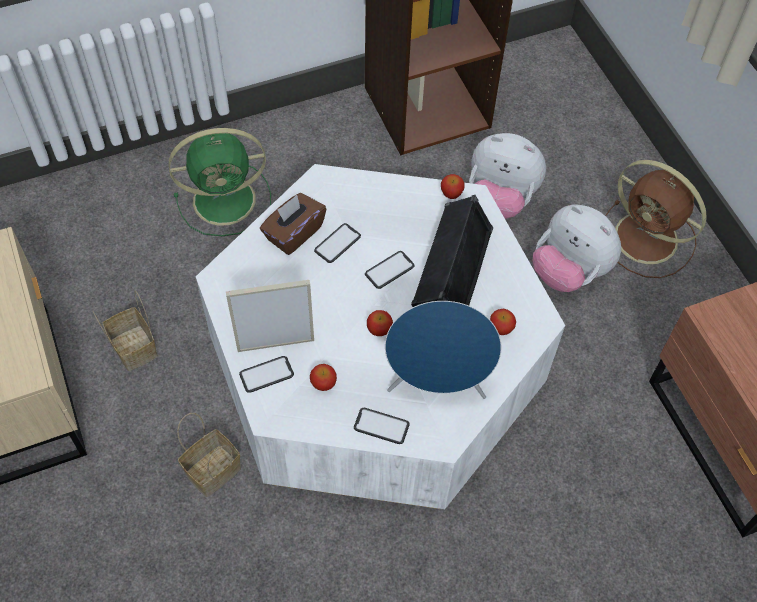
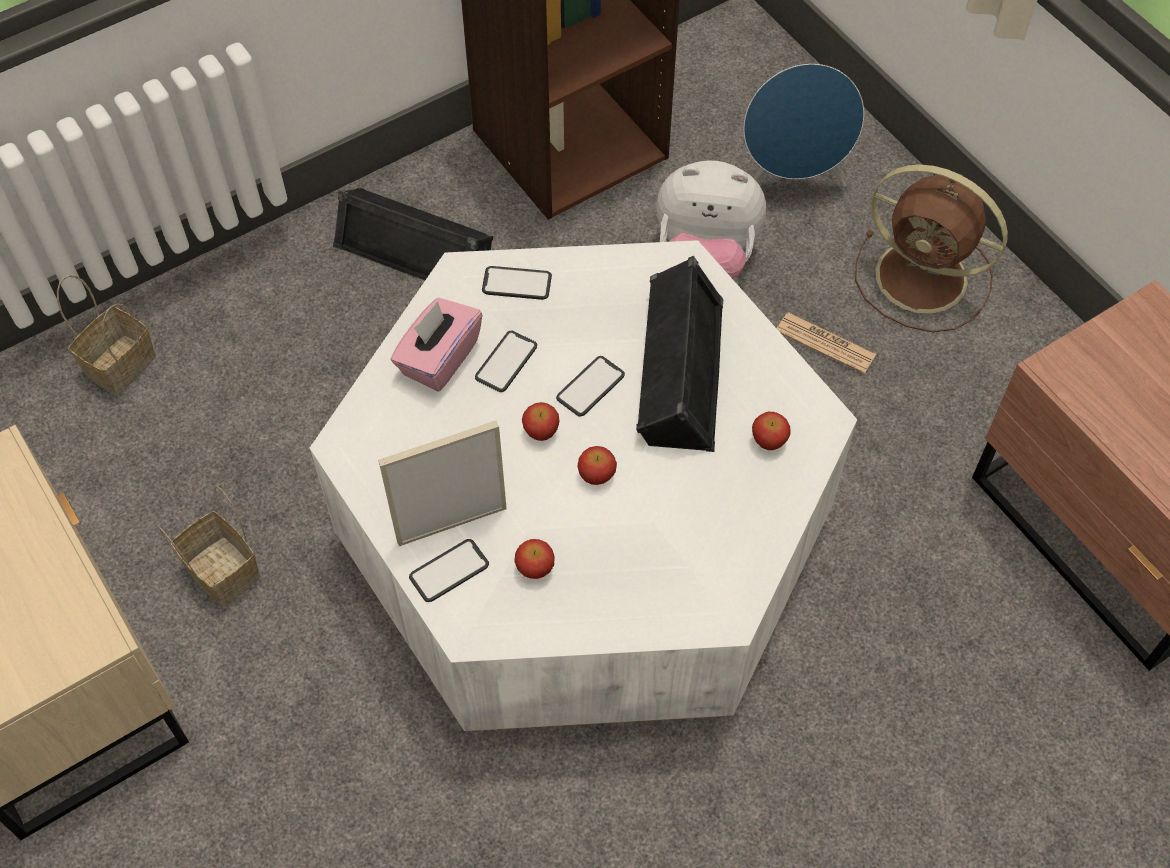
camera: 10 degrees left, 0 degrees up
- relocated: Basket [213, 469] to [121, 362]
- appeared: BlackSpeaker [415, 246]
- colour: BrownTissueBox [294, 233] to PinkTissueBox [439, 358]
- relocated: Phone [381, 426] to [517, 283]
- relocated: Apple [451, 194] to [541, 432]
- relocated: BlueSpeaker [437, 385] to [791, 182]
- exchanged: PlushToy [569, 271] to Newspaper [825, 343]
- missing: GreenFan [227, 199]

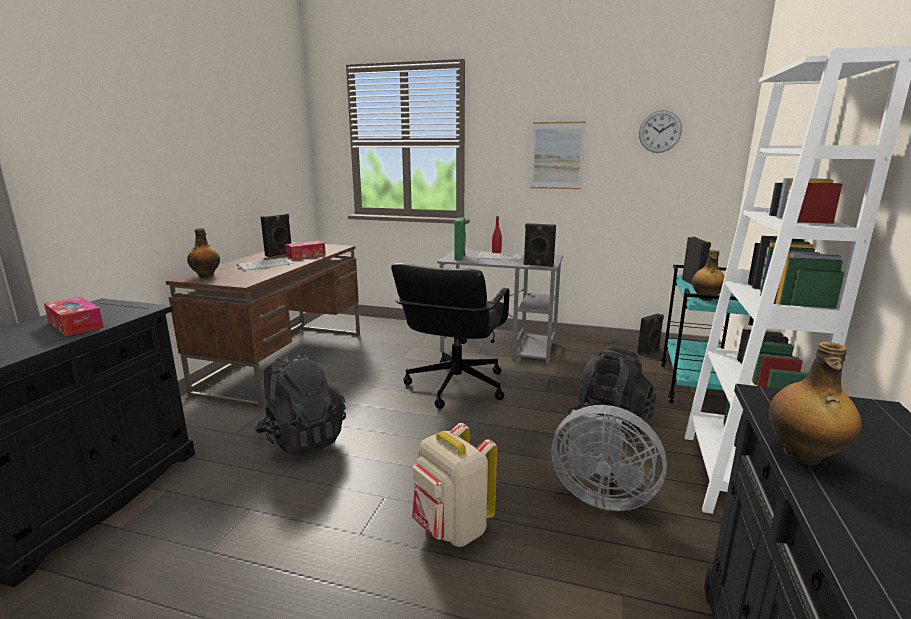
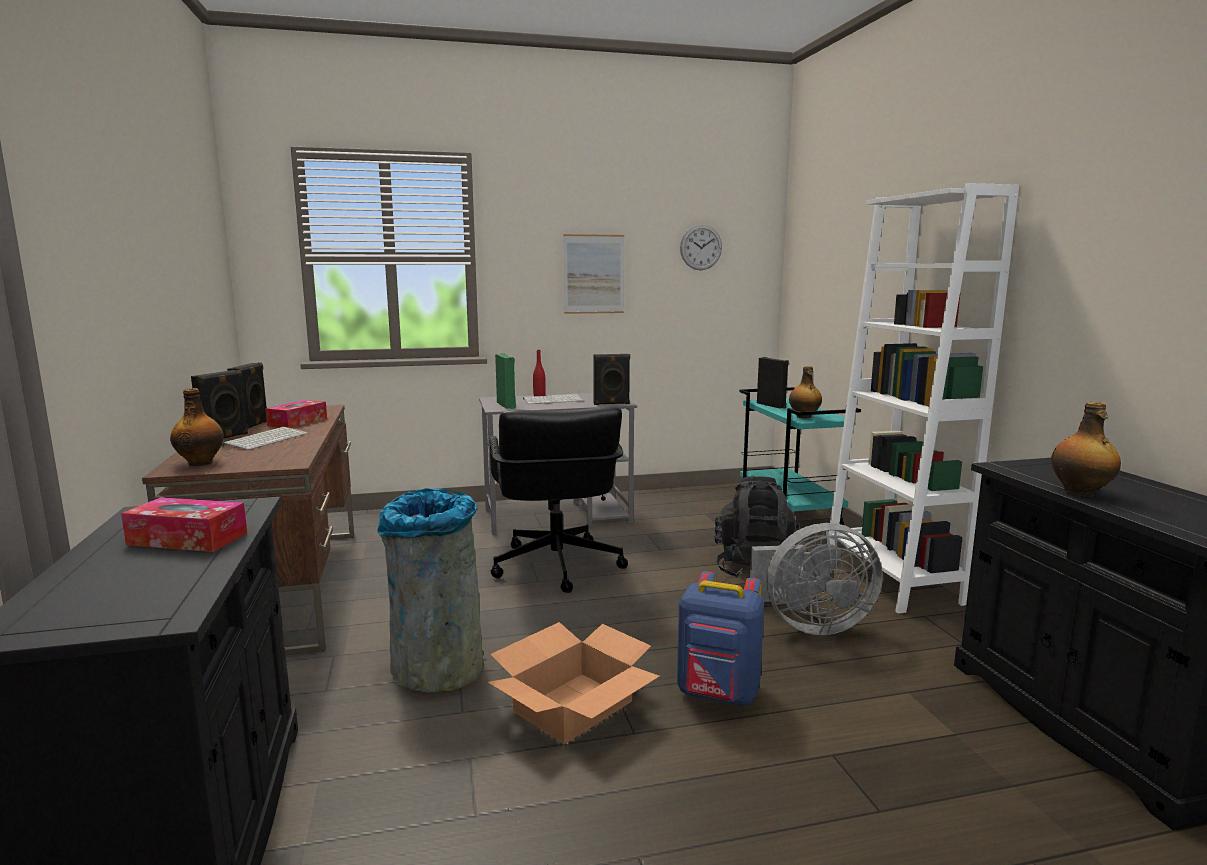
camera: 30 degrees left, 5 degrees down
- relocated: BlackSpeaker [649, 351] to [225, 438]
- exchanged: BlackBackpack [303, 439] to GreyTrashCan [437, 668]
- appeared: CardboardBox [573, 706]
- colour: BeigeBackpack [452, 529] to BlueBackpack [718, 695]

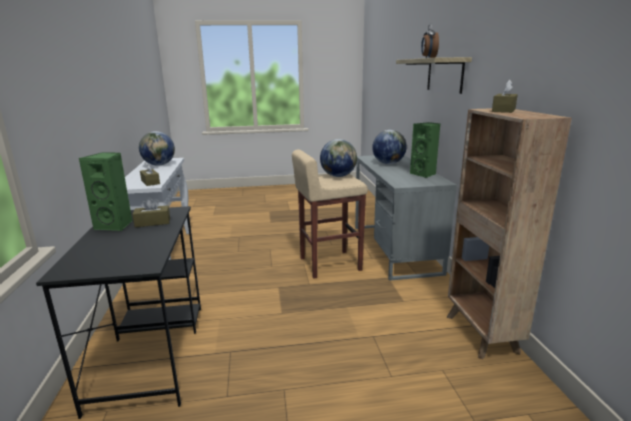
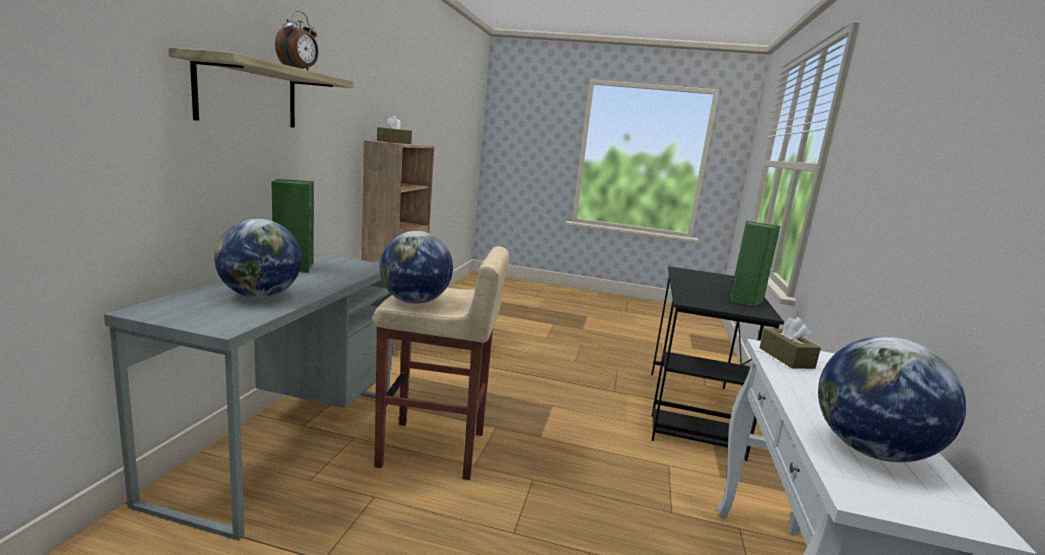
camera: 160 degrees left, 5 degrees down
- missing: BrownTissueBox [153, 222]

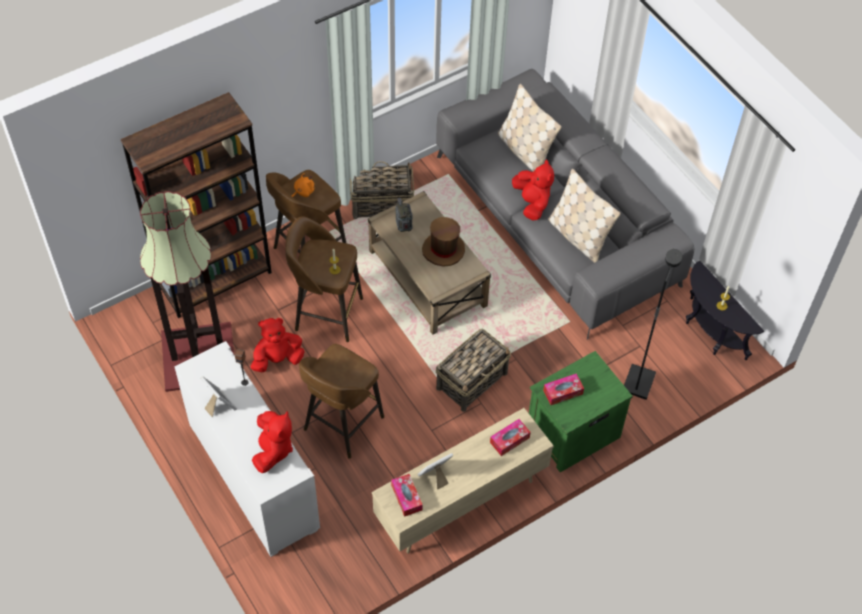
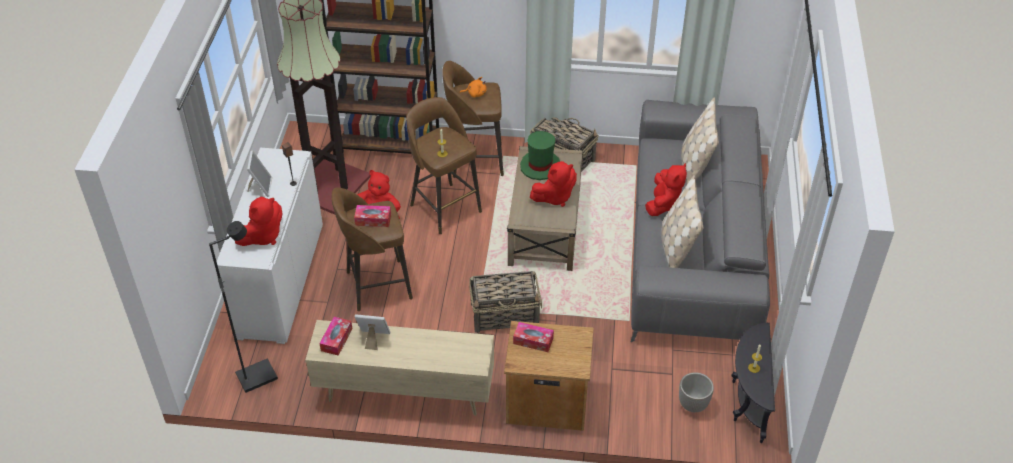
camera: 40 degrees right, 10 degrees down
- relocated: BlackFloorLamp [637, 382] to [257, 376]
- relocated: TissueBox [509, 440] to [373, 220]
- colour: GreenNightstand [571, 432] to BrownNightstand [546, 401]
- exchanged: Radio [404, 227] to GreenHat [540, 166]
- exchanged: BrownHat [443, 250] to RedPlushToy [554, 197]
- appeared: Planter [693, 405]

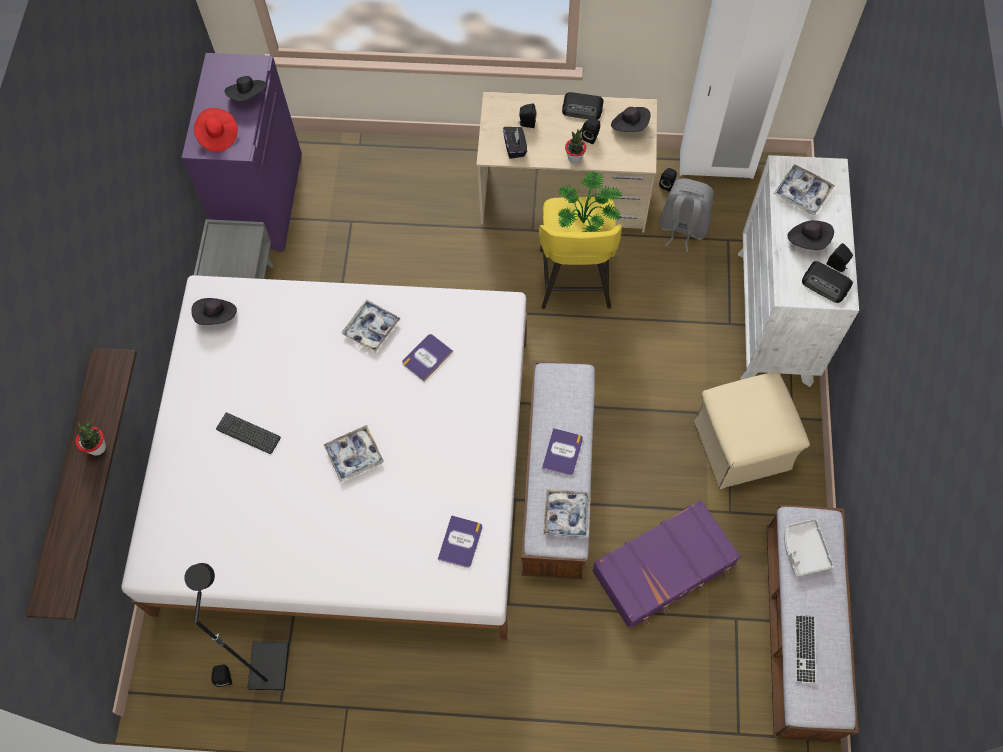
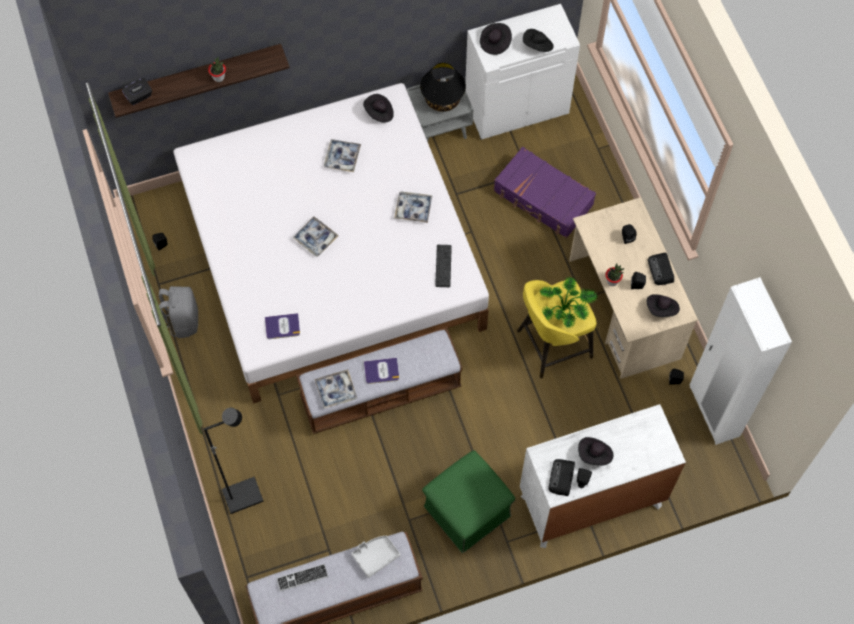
camera: 65 degrees right, 0 degrees up
- relocated: BlackTissueBox [515, 148] to [139, 96]
- relocated: GreyBackpack [682, 228] to [182, 321]
- relocated: BlackFloorLamp [268, 665] to [243, 495]
- relocated: Tray [802, 193] to [342, 158]
- appeared: BlackTableLamp [442, 99]
- colour: BeigeOttoman [742, 446] to GreenOttoman [466, 512]
- relocated: Keyboard [248, 433] to [443, 266]
- colour: PurpleCabinet [262, 200] to WhiteCabinet [516, 106]
- colour: RedHat [218, 136] to BlackHat [495, 43]
- relocated: PurpleSuitcase [664, 569] to [543, 198]
- missing: Book [427, 357]

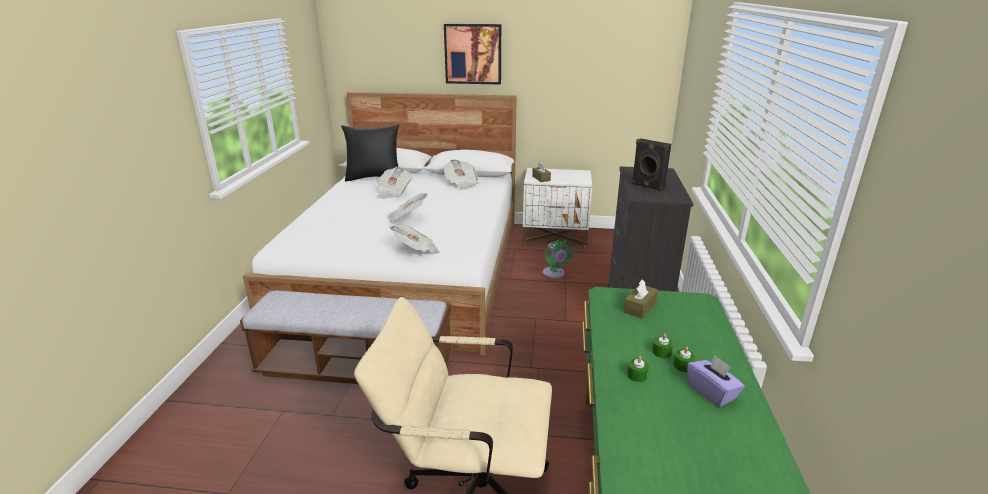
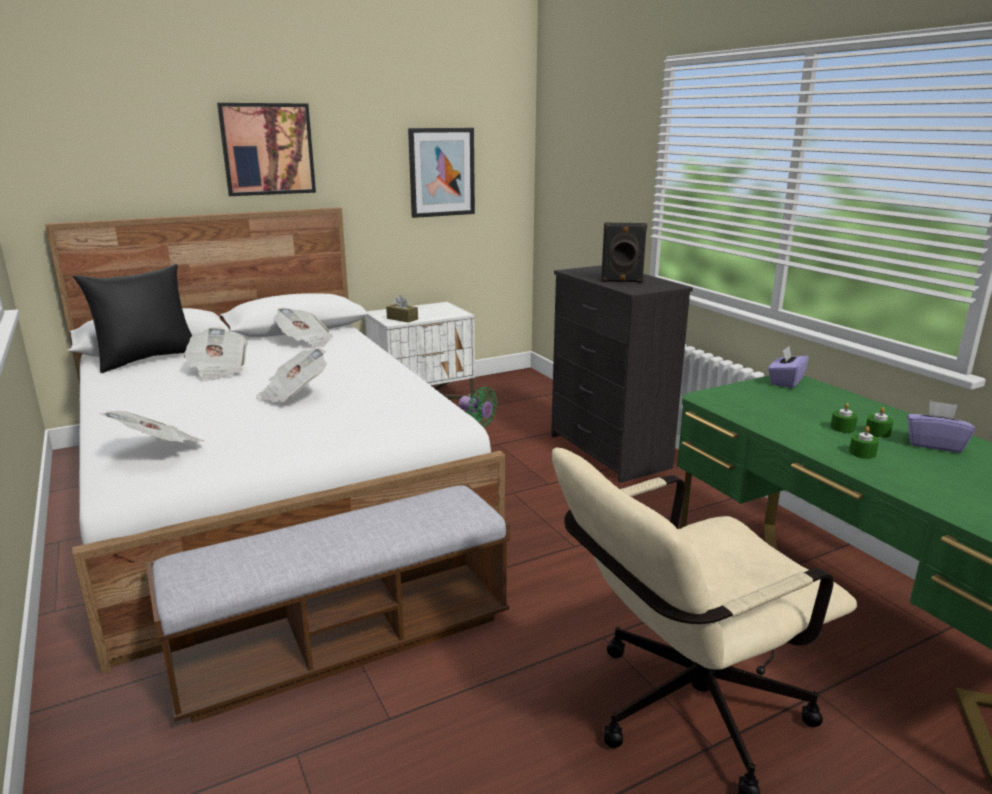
camera: 35 degrees left, 5 degrees down
- relocated: Newspaper [416, 250] to [158, 448]
- appeared: Picture [441, 172]
- appeared: PurpleTissueBox [785, 382]
- missing: BrownTissueBox [639, 307]

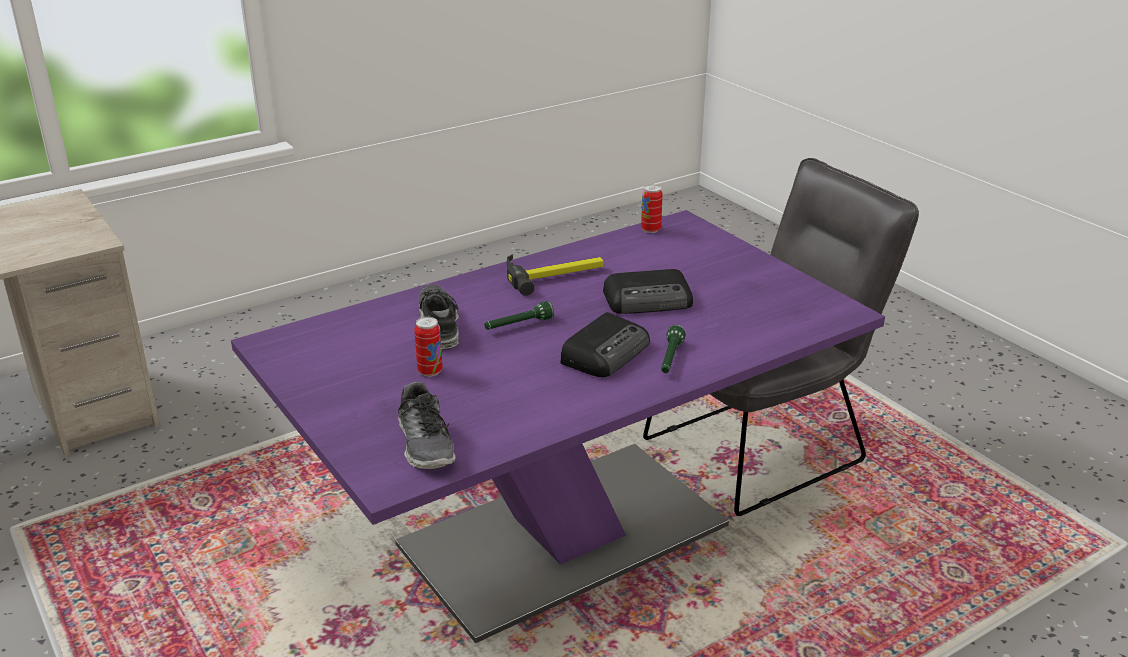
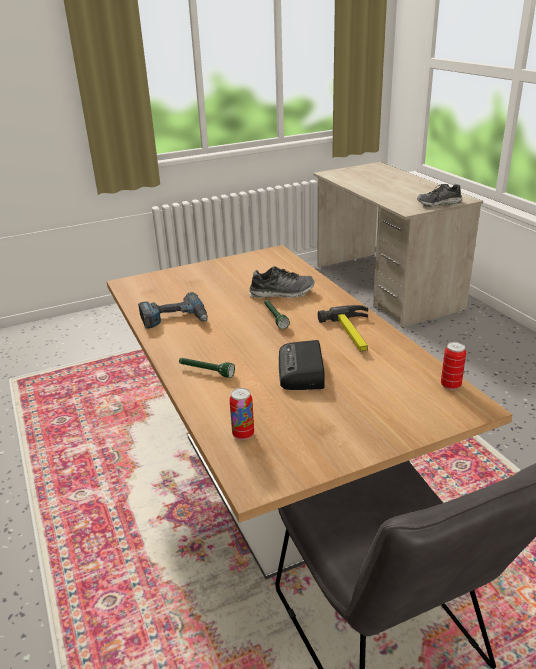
camera: 100 degrees right, 0 degrees up
- colour: PurpleDiningTable [564, 536] to BrownDiningTable [274, 481]
- appeared: PowerDrill [174, 319]
- relocated: Can [430, 371] to [243, 434]
- relocated: Shoe [426, 444] to [438, 203]
- missing: Radio [606, 352]

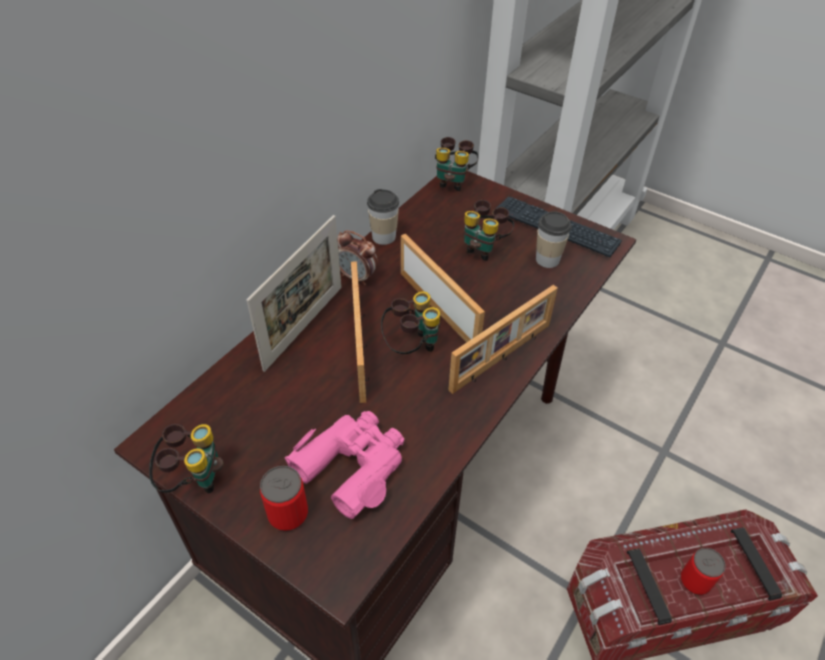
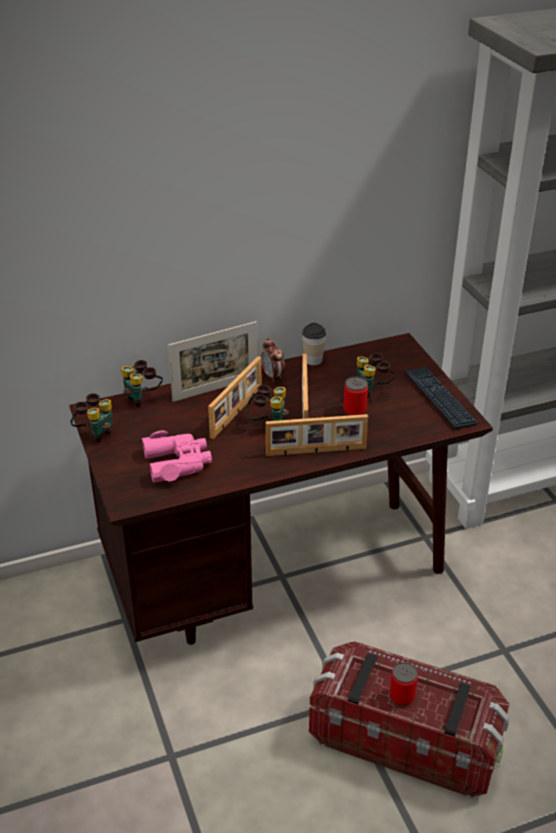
camera: 35 degrees right, 10 degrees down
- relocated: Binoculars [453, 181] to [143, 398]
- relocated: Can [288, 514] to [354, 411]
- missing: Cup [547, 259]

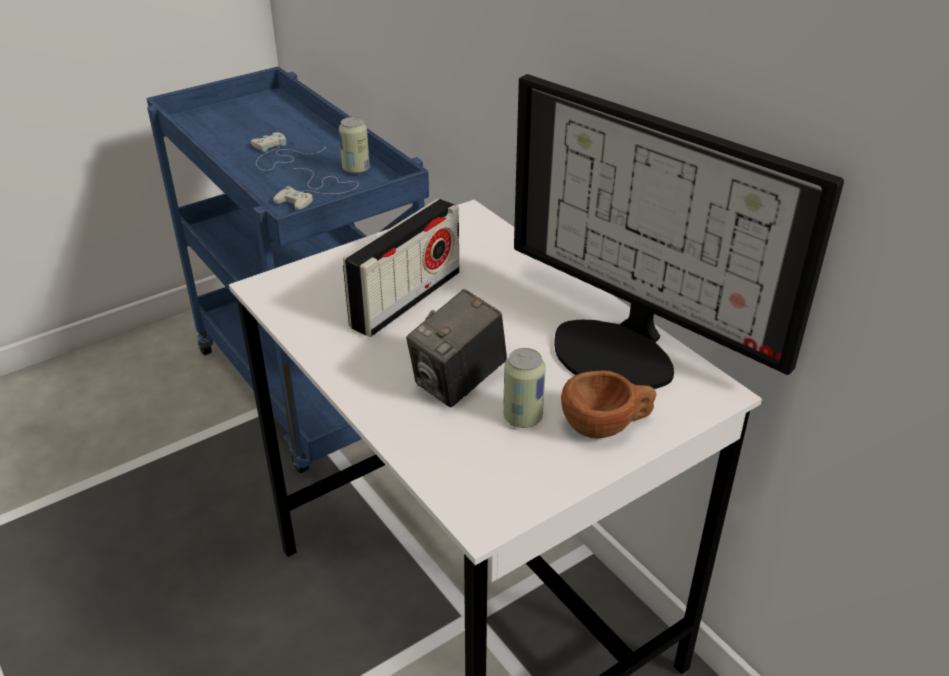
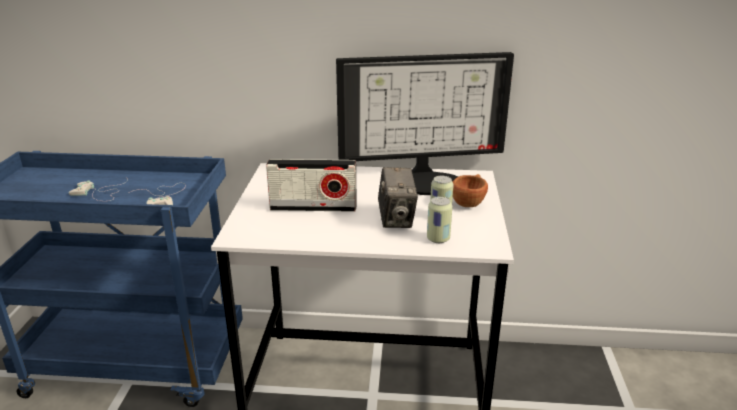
camera: 50 degrees left, 10 degrees down
- spun: Radio [406, 299] = [313, 207] 105 degrees clockwise
- relocated: Can [356, 169] to [438, 239]

